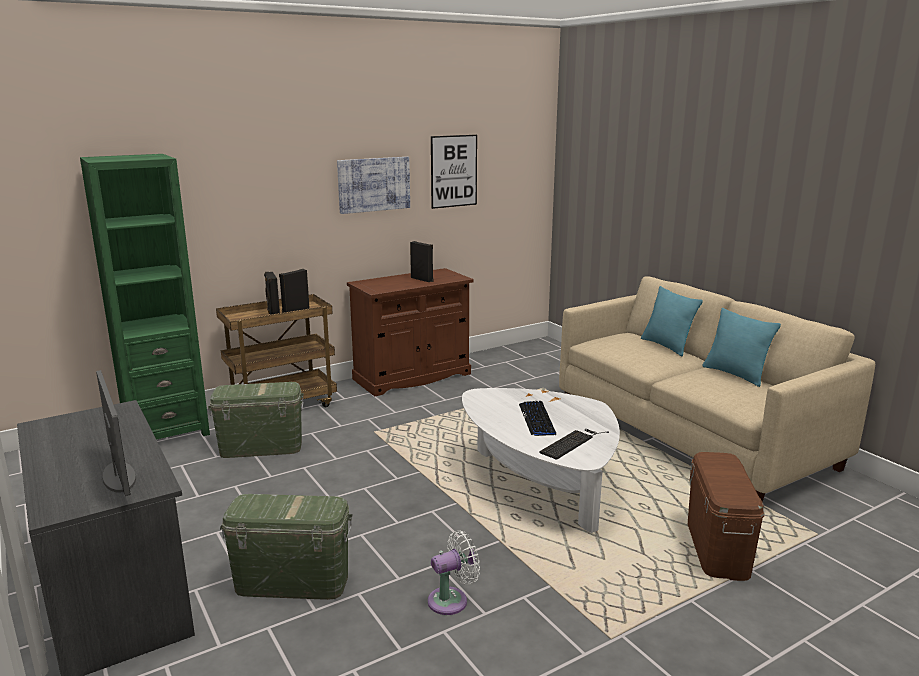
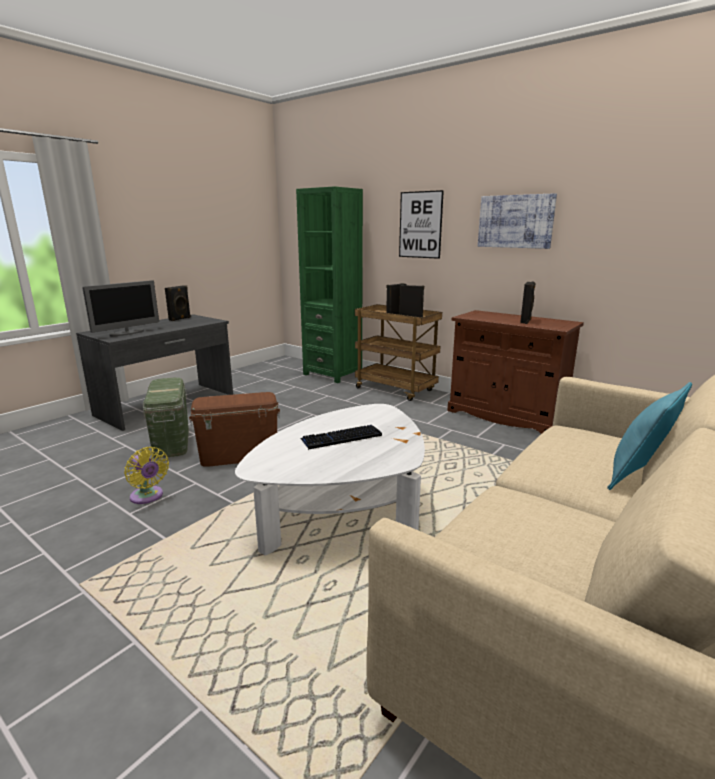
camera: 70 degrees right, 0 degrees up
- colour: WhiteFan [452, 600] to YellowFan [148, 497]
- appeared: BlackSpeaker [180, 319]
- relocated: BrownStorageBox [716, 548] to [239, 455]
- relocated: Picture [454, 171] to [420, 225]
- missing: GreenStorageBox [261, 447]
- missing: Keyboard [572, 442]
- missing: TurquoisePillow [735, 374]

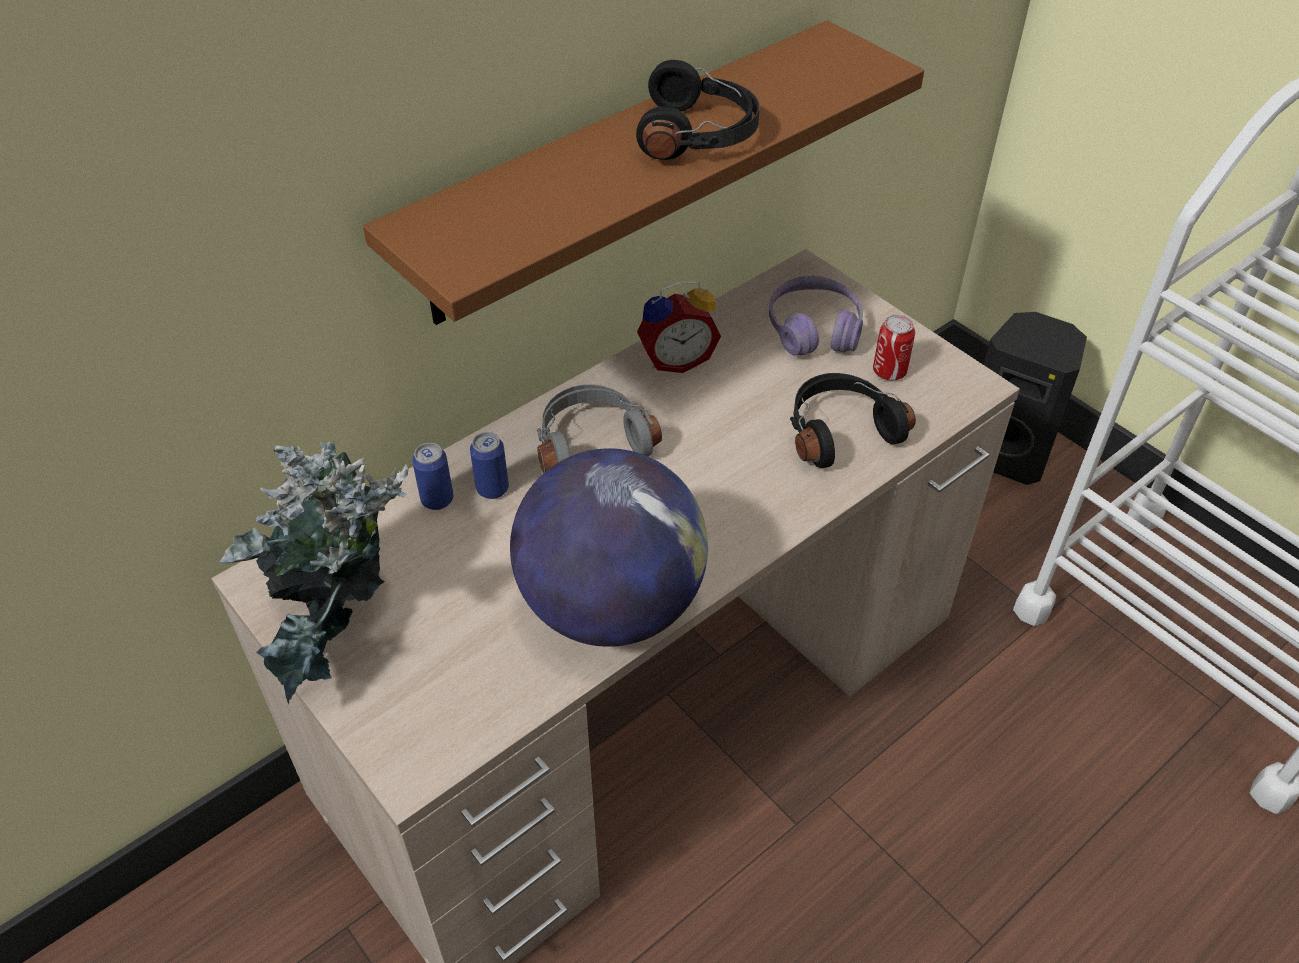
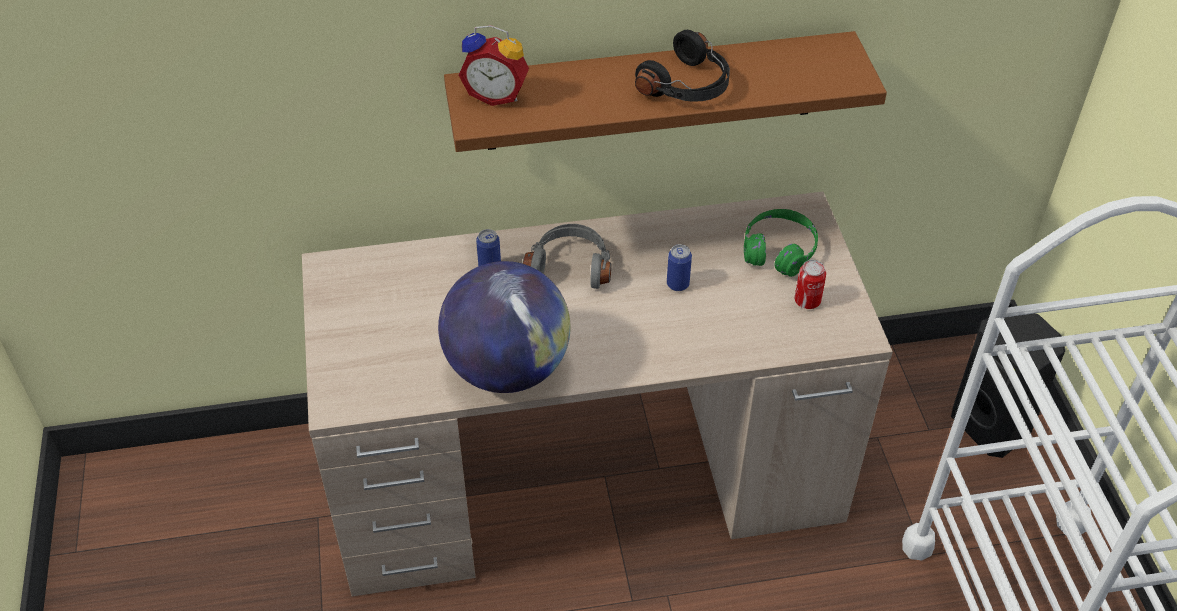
camera: 30 degrees right, 0 degrees up
- relocated: AlarmClock [676, 359] to [496, 94]
- relocated: Can [437, 500] to [677, 284]
- colour: PurpleHeadphones [814, 329] to GreenHeadphones [778, 251]
- missing: PottedPlant [345, 635]
- missing: BlackHeadphones [839, 430]

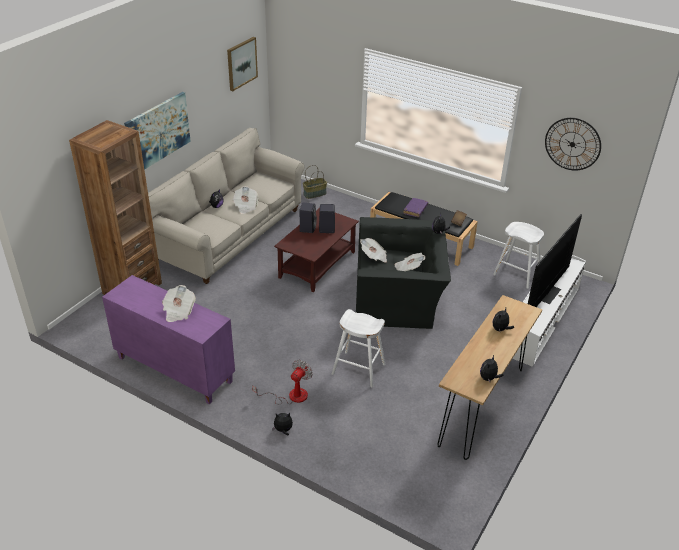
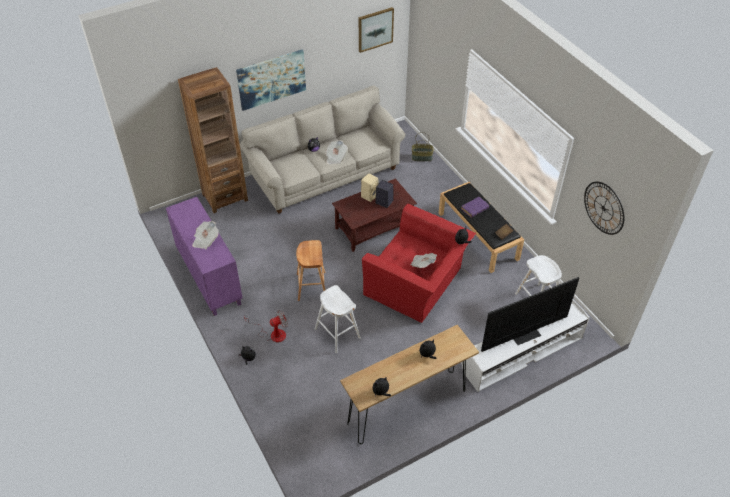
camera: 30 degrees right, 10 degrees up
- appeared: BrownStool [311, 286]
- colour: BlackSpeaker [307, 228] to BeigeSpeaker [370, 195]
- colour: BlackArmchair [398, 297] to RedArmchair [416, 283]
- missing: Newspaper [374, 256]

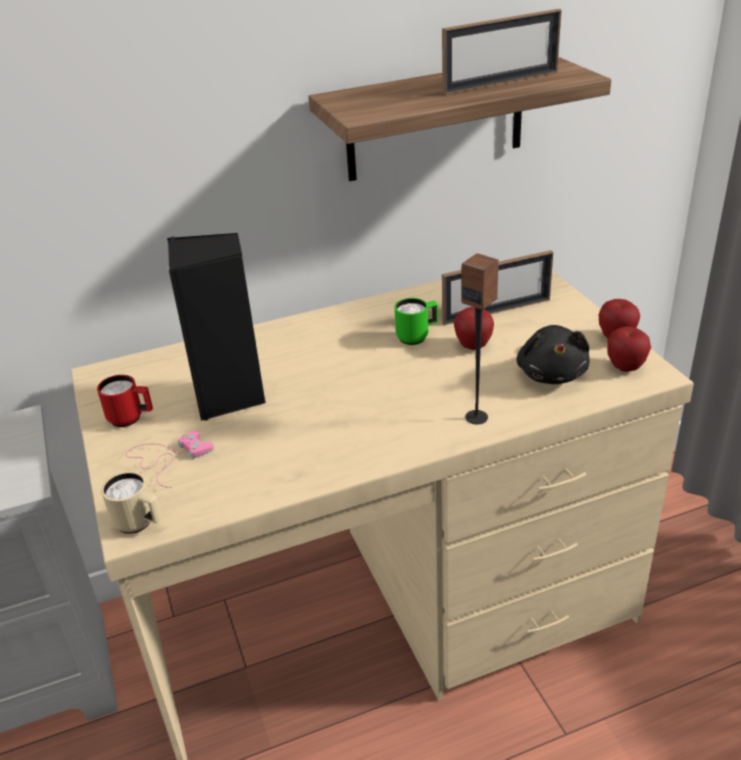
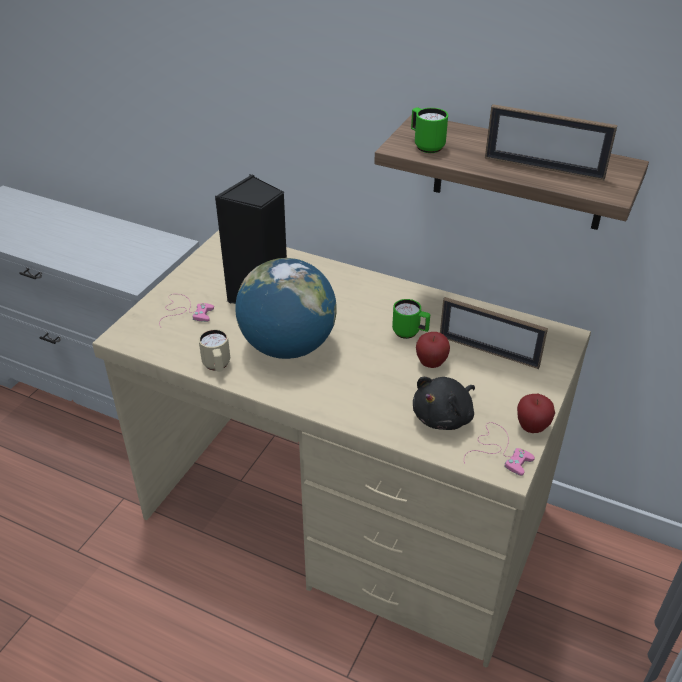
camera: 45 degrees right, 5 degrees up
- relocated: BeigeMug [140, 524] to [217, 366]
- appeared: Globe [288, 347]
- appeared: GreenMug [426, 146]
- exchanged: Apple [625, 367] to PinkGameController [498, 450]
- missing: RedMug [131, 419]
- missing: Speaker [477, 417]

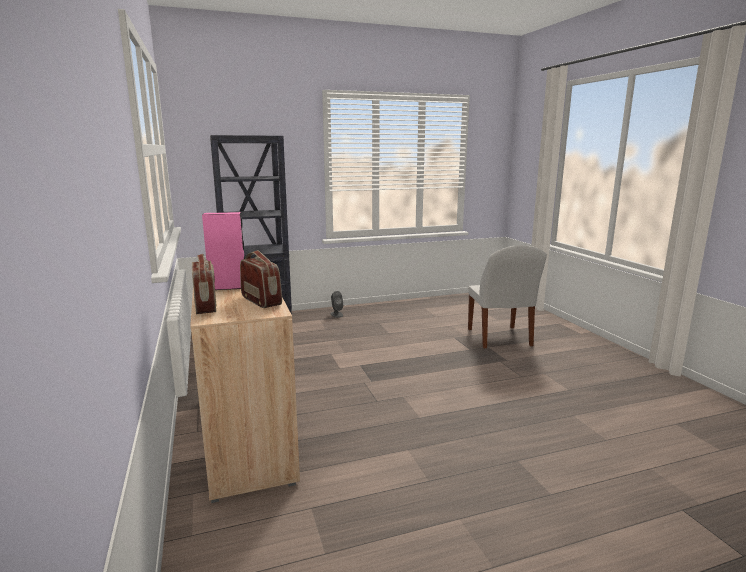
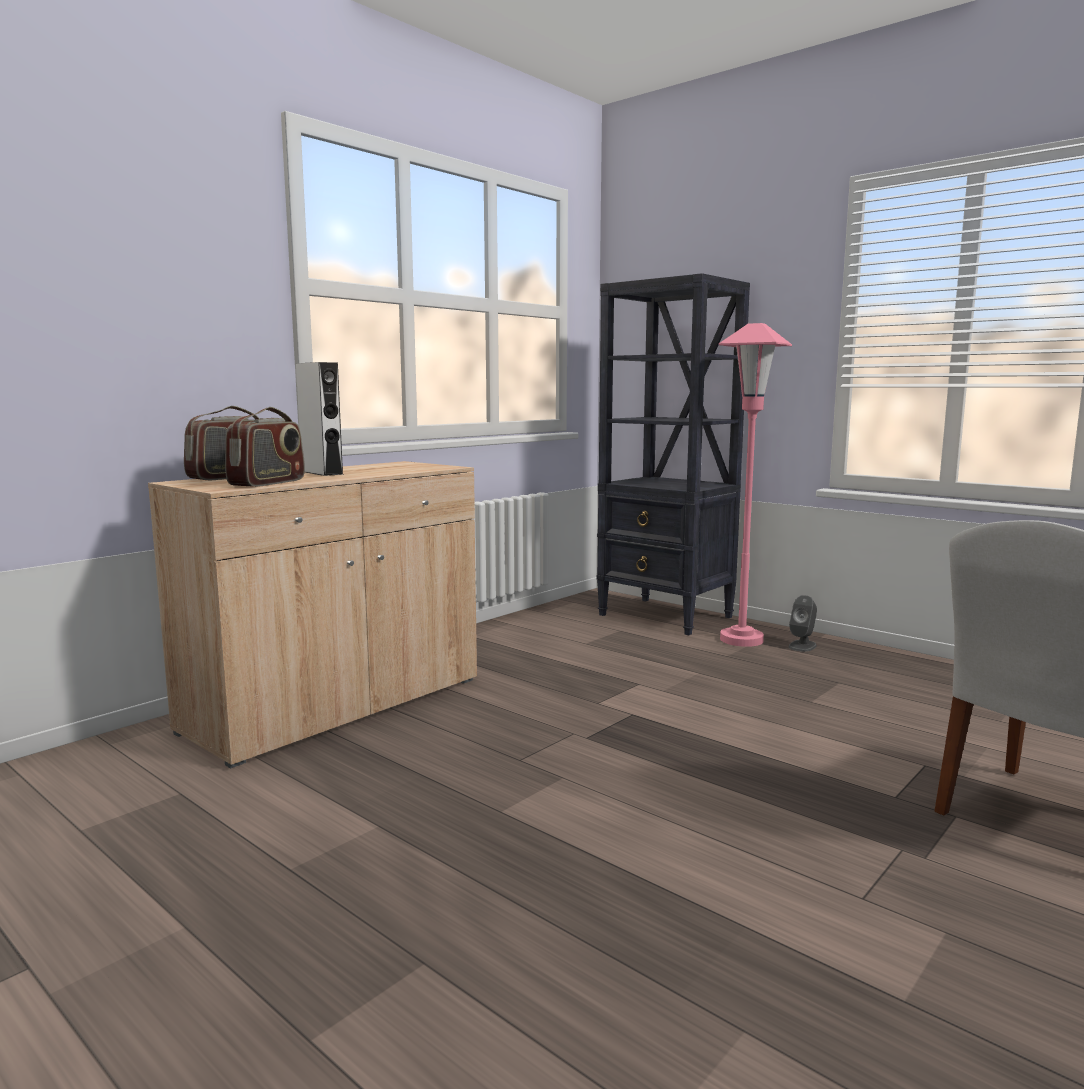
camera: 60 degrees right, 5 degrees down
- colour: PinkSpeaker [228, 287] to WhiteSpeaker [322, 473]
- appeared: PinkFloorLamp [741, 640]

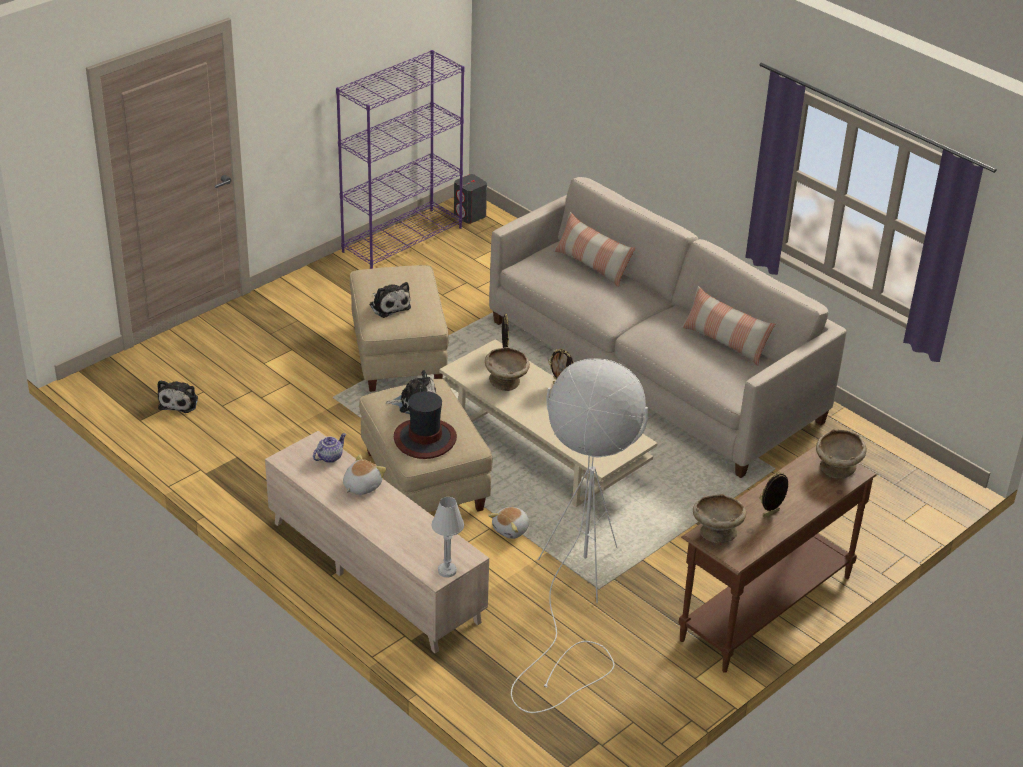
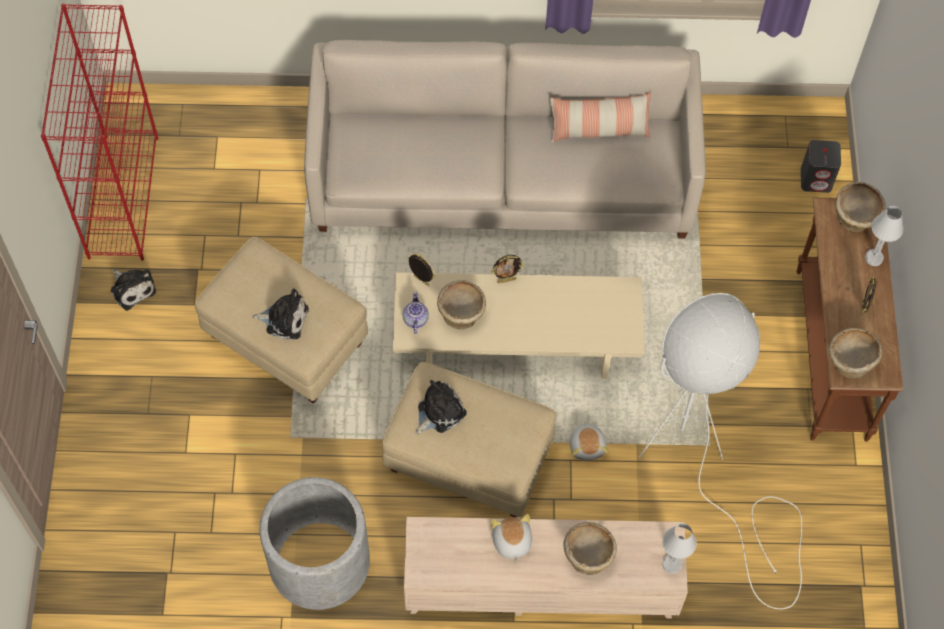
camera: 45 degrees left, 25 degrees up
- colour: PurpleBookcase [402, 239] to RedBookcase [123, 196]
- relocated: PlushToy [179, 402] to [132, 289]
- appeared: GreyPlanter [319, 562]
- relocated: Teapot [329, 457] to [415, 319]
- appeared: BeigeBowl [587, 556]
- relocated: GreySpeaker [470, 215] to [816, 179]
- appeared: WhiteTableLamp [873, 258]
- missing: Hat [425, 439]
- missing: Pillow [592, 265]

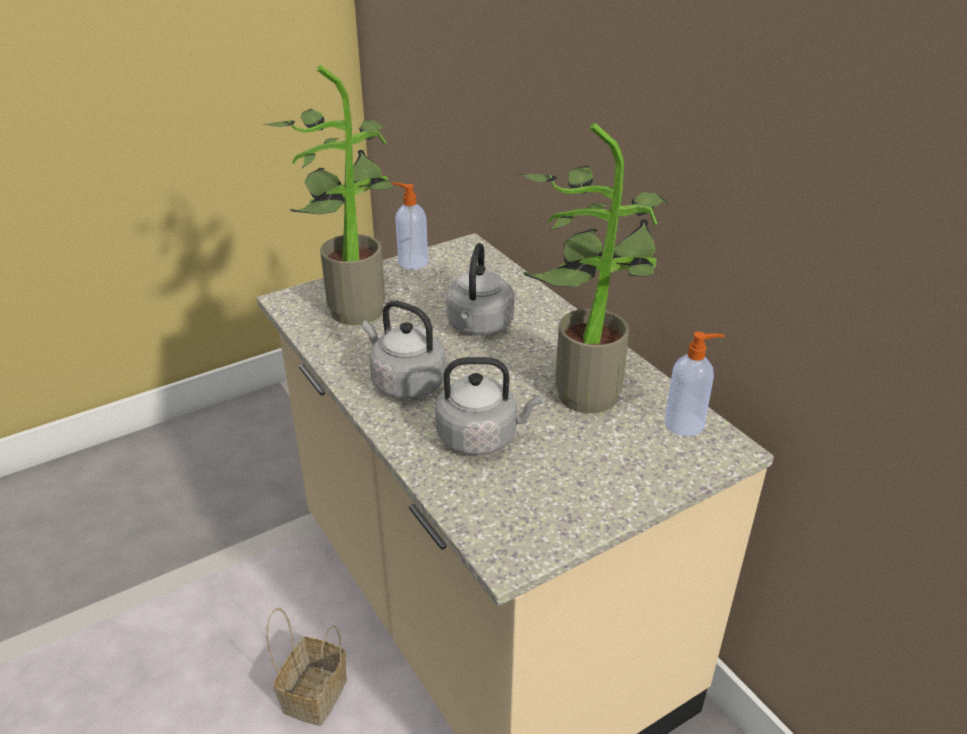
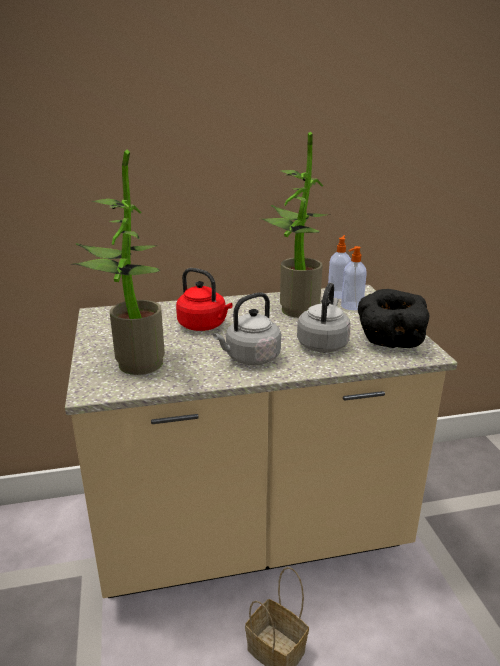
camera: 70 degrees left, 10 degrees down
- colour: GreyKettle [479, 326] to RedKettle [204, 326]
- relocated: SoapDispenser [412, 262] to [351, 306]
- appeared: BlackBowl [389, 342]

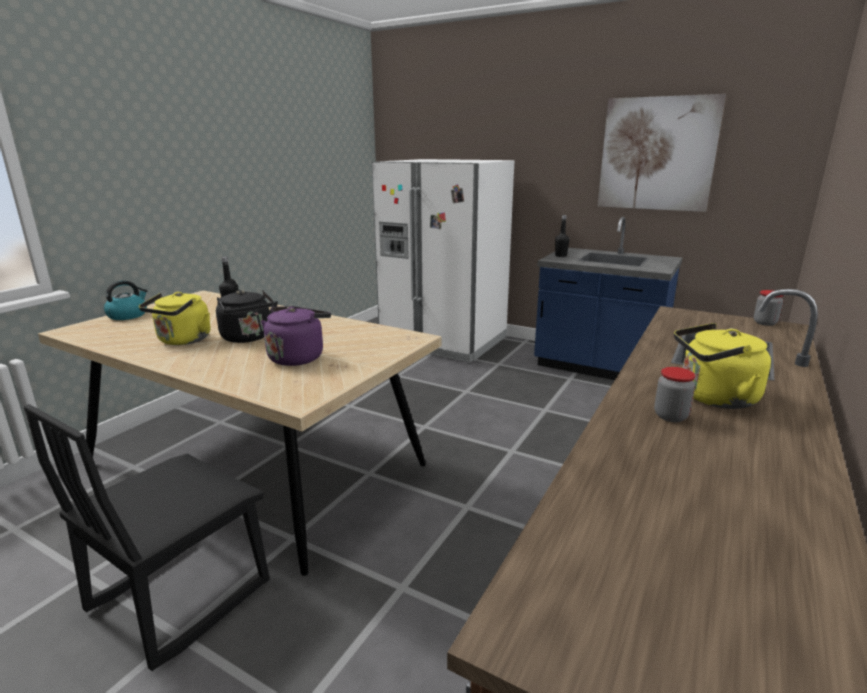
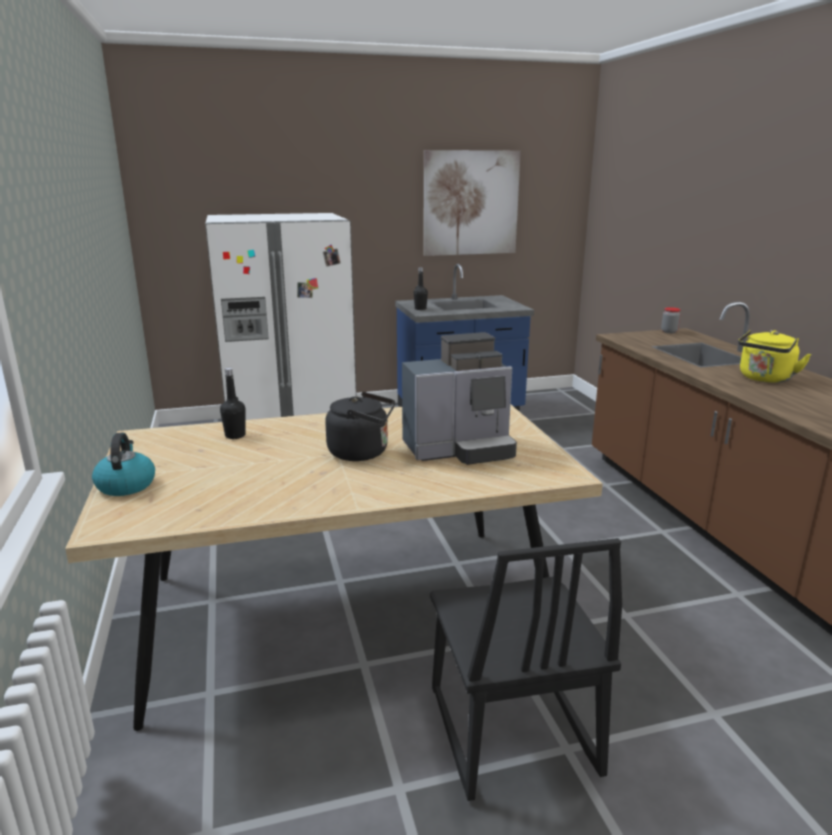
camera: 45 degrees left, 0 degrees up
- exchanged: PurpleKettle [298, 357] to CoffeeMachine [460, 449]
- missing: YellowKettle [183, 341]
- missing: Jar [670, 416]

